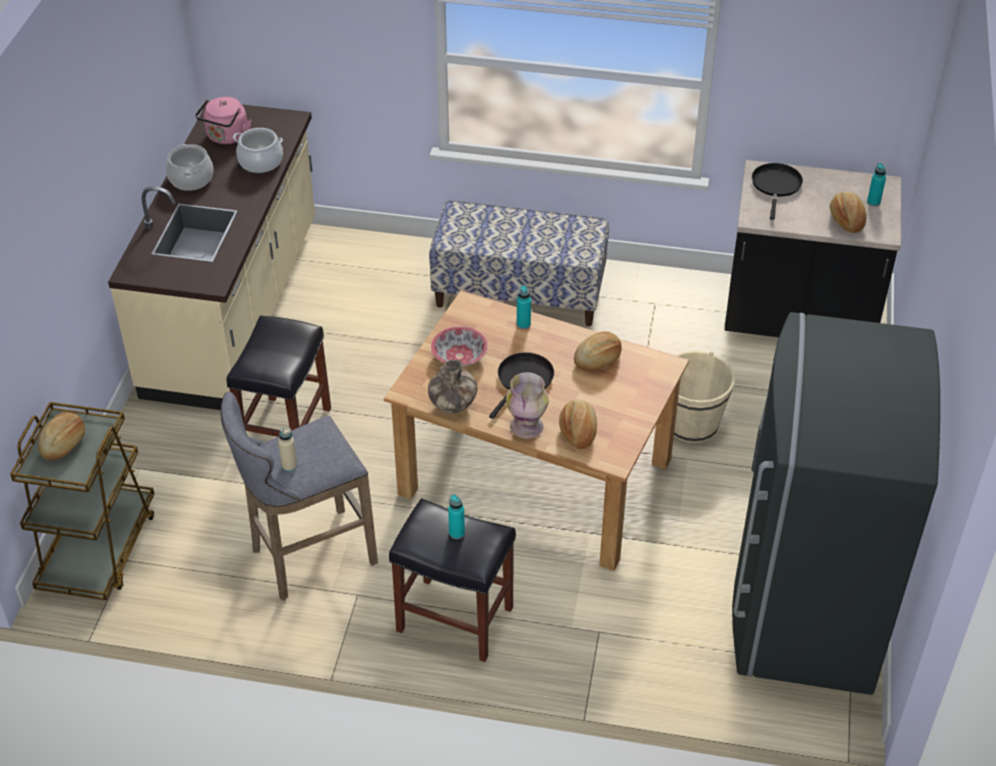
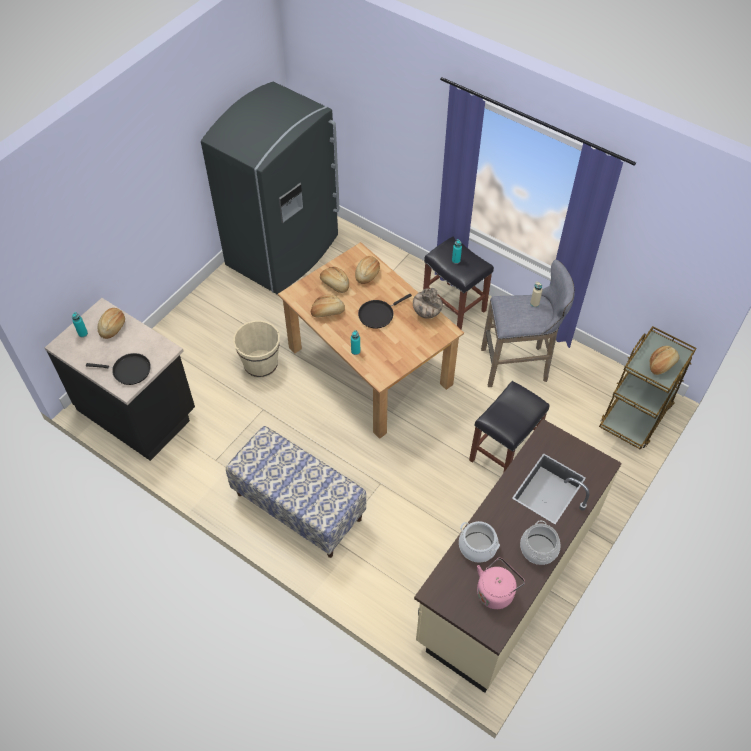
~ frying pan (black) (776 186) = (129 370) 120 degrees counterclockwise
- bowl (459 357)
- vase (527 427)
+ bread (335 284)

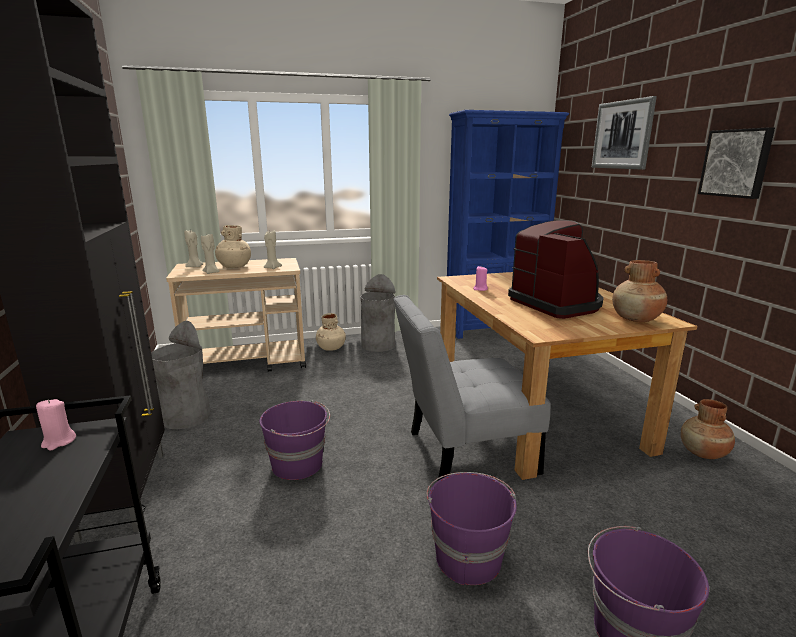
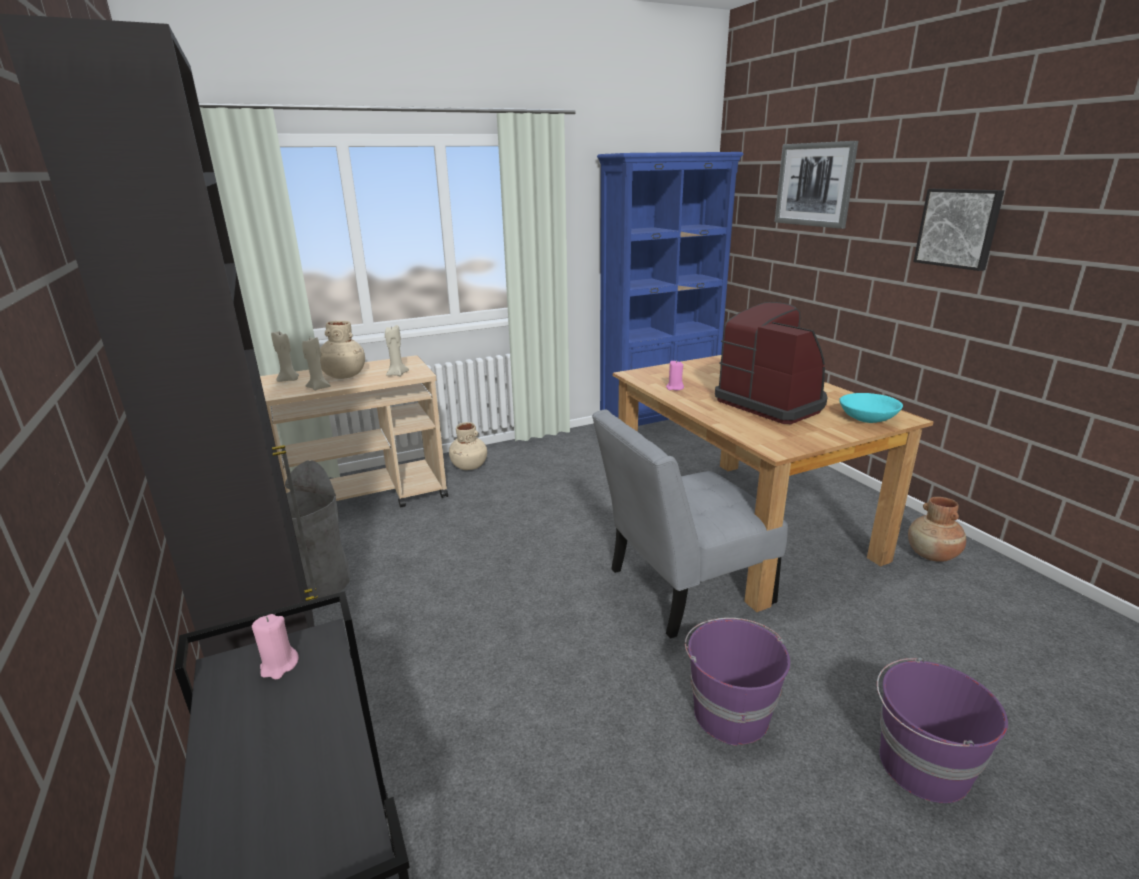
~ vase (brown) (636 319) to bowl (turquoise) (867 418)
- trash can (grey) (378 345)
- bucket (purple) (298 464)

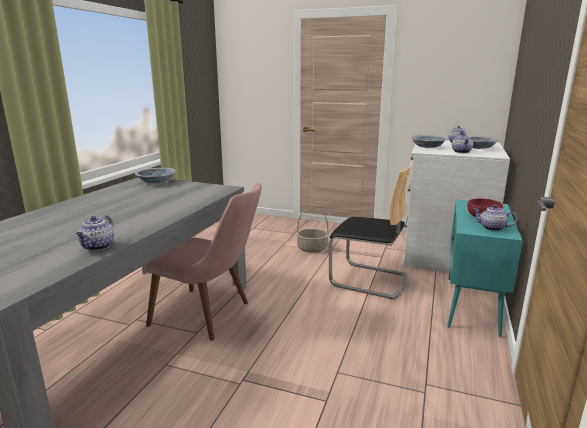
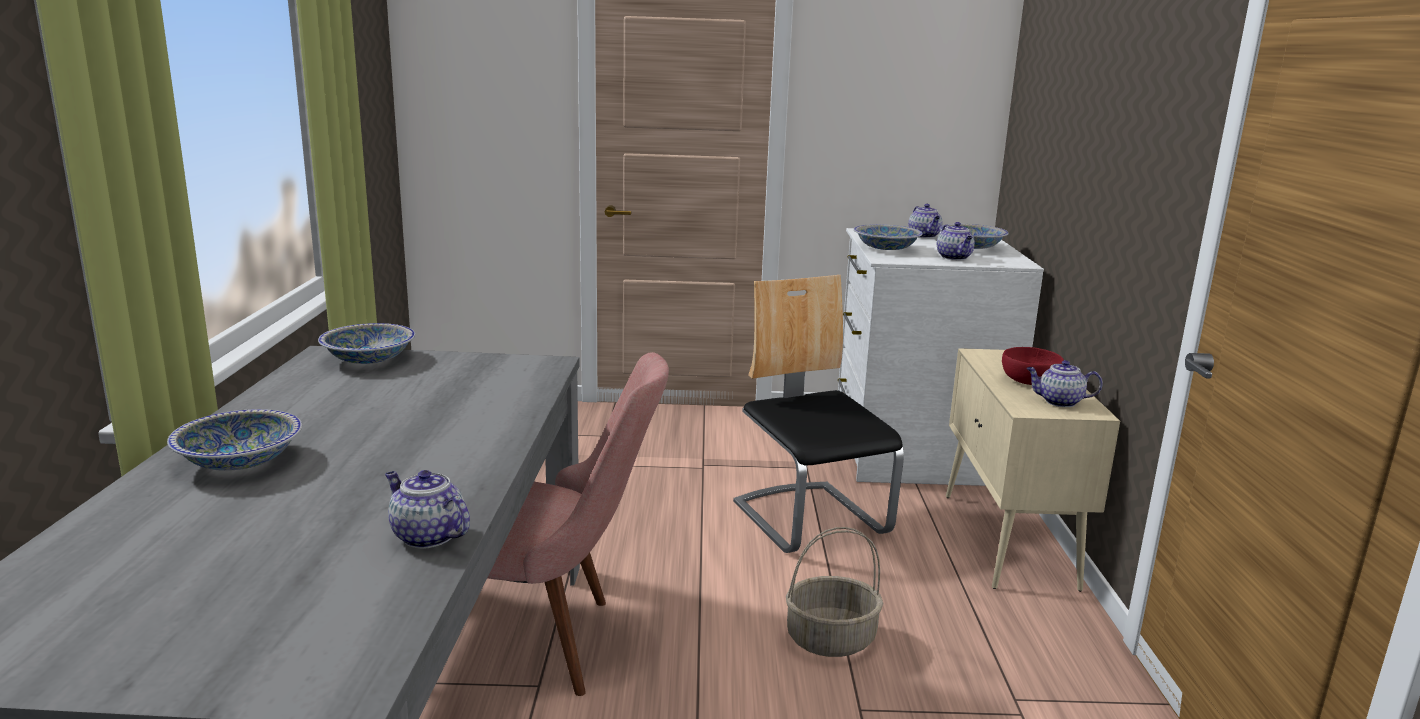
~ chair (369 280) = (811 518) 120 degrees counterclockwise
~ cabinet (turquoise) (471 305) to cabinet (beige) (1008 541)
~ basket (312 248) to (831 638)
~ teapot (98 246) = (426 536) 135 degrees clockwise
+ bowl (240 461)

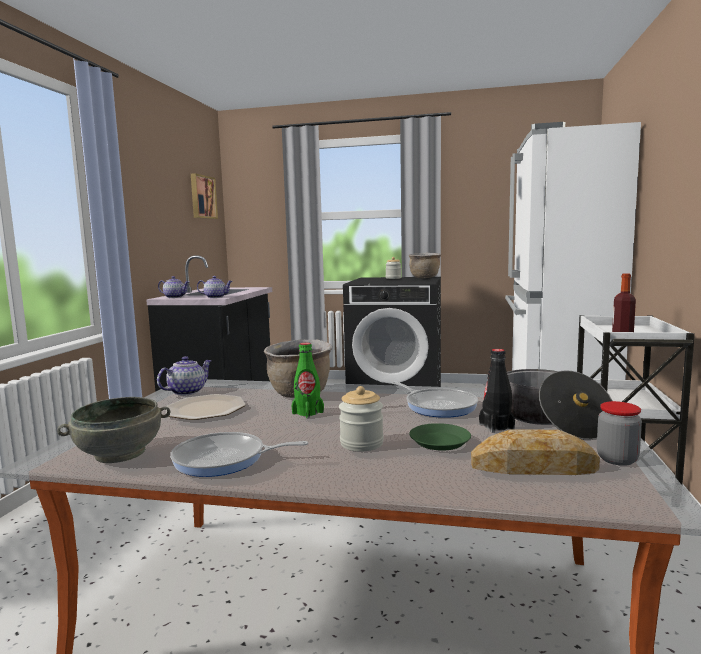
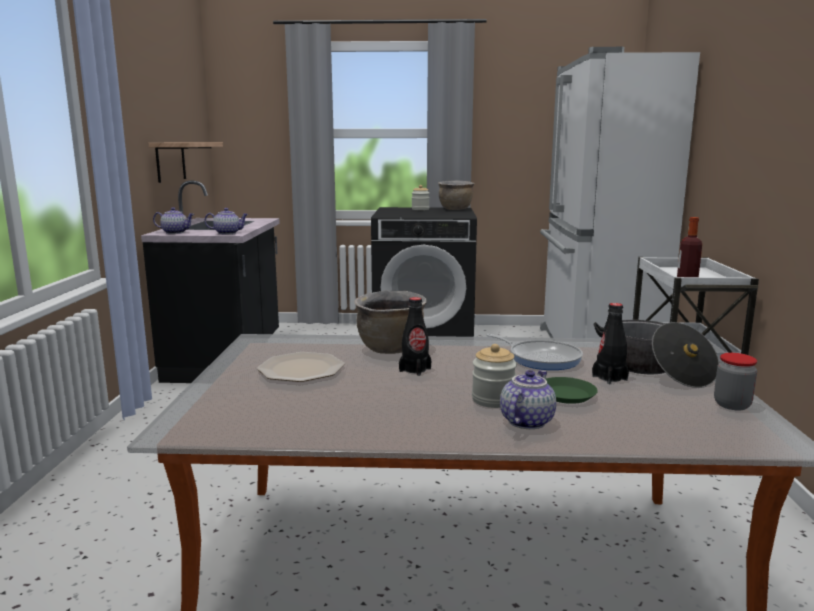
- picture (202 197)
~ bottle (green) (308 413) to bottle (black) (415 370)
~ teapot (187 392) to (525 421)
- bowl (grey) (120 453)
- bread (533 466)
- frying pan (224 460)
+ shelf (170 161)

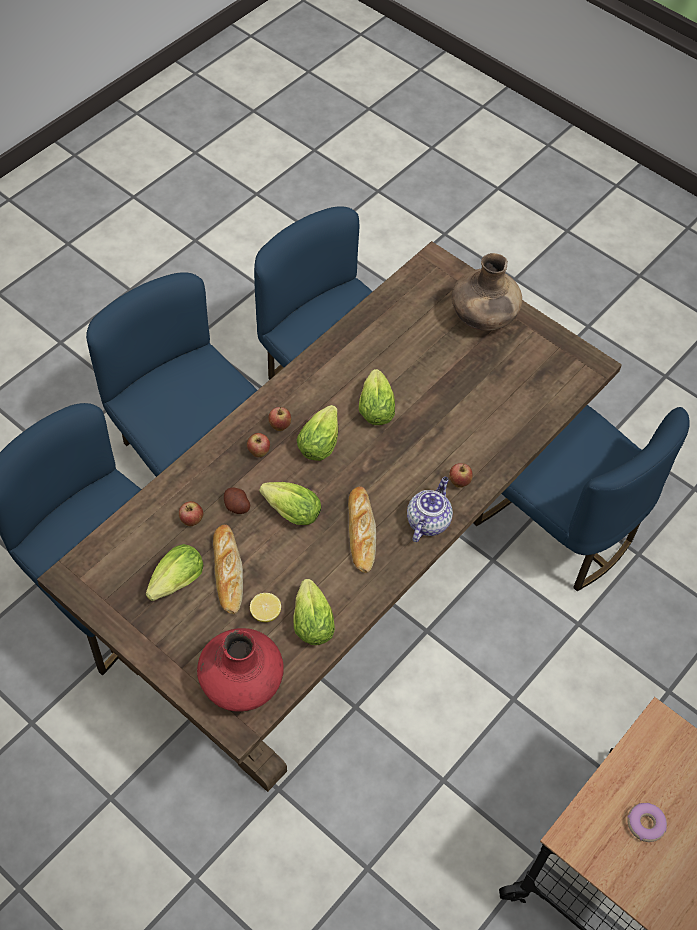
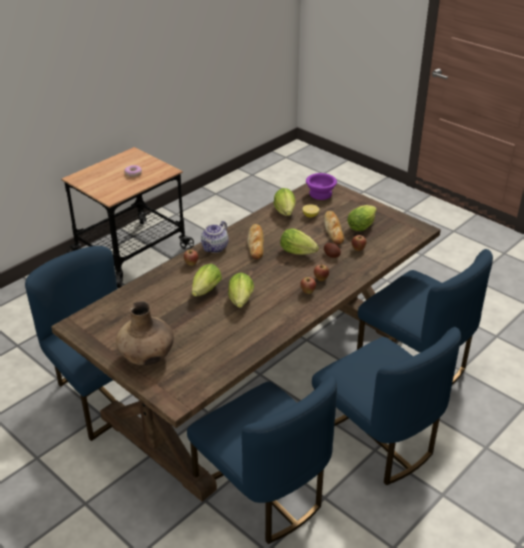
~ lettuce (320 441) to (205 292)
~ vase (red) (241 683) to bowl (purple) (320 194)

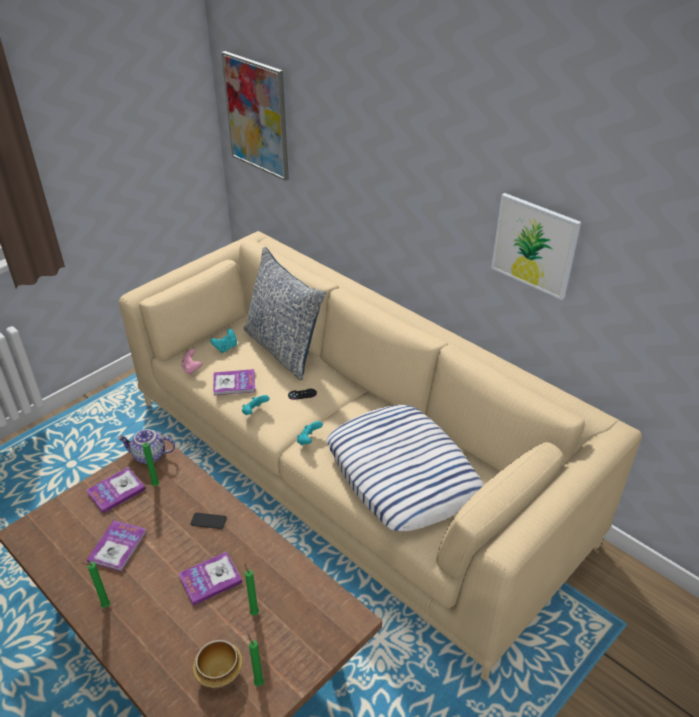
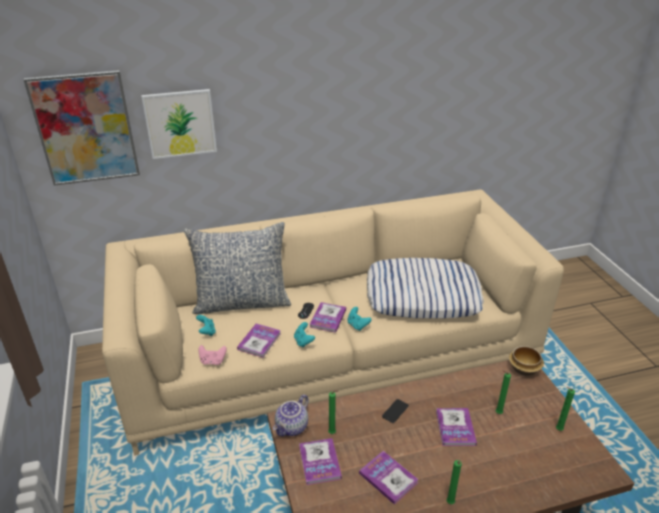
~ picture (534 245) to (180 123)
~ bowl (219 674) to (524 370)
+ book (328 318)

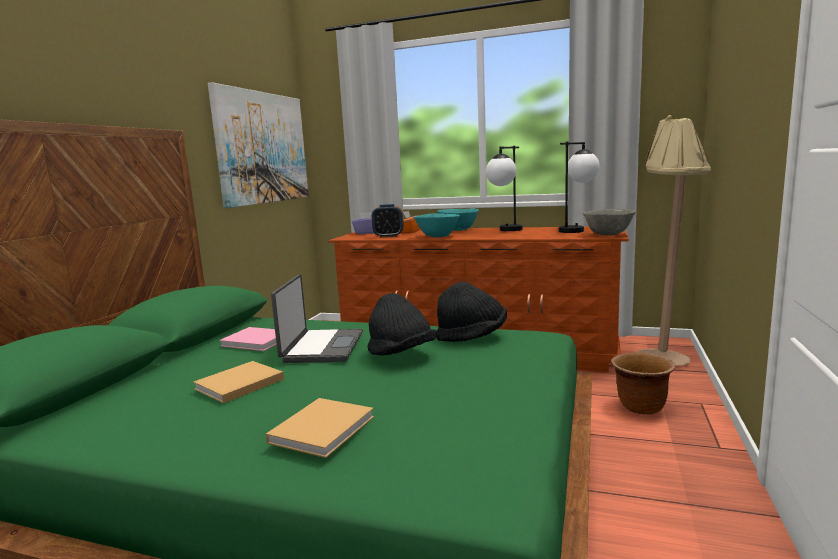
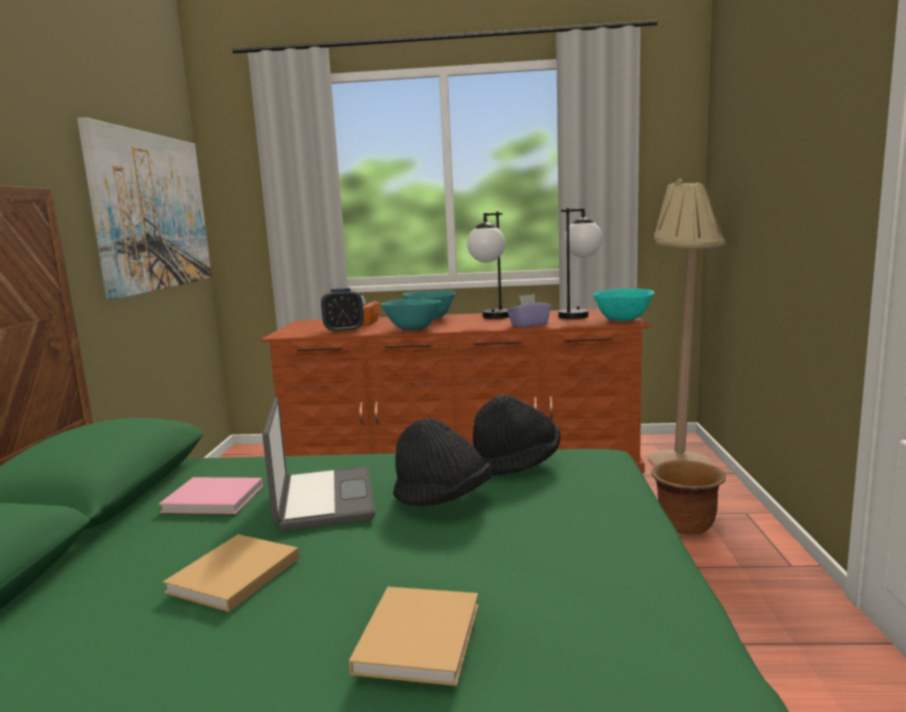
~ bowl (grey) (608 235) to bowl (turquoise) (623 320)
~ tissue box (purple) (366 233) to (529 325)

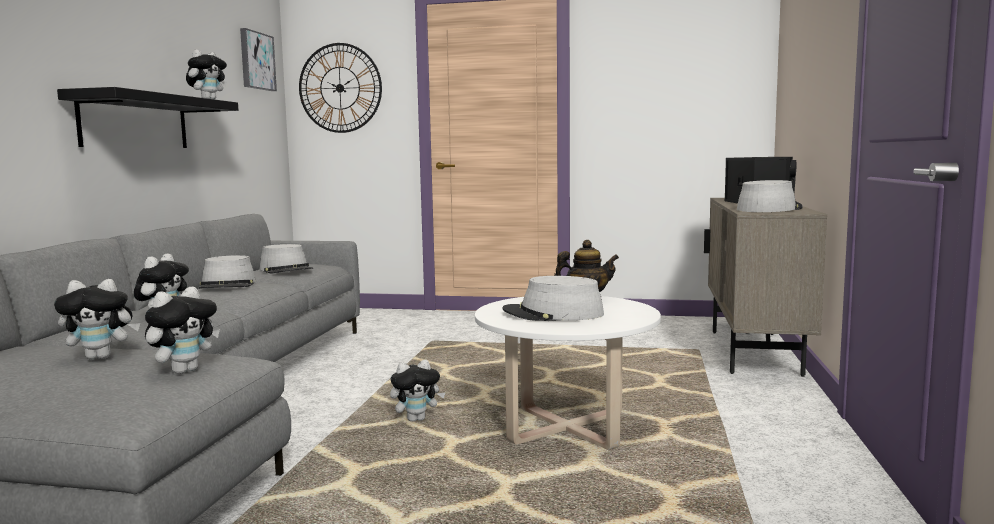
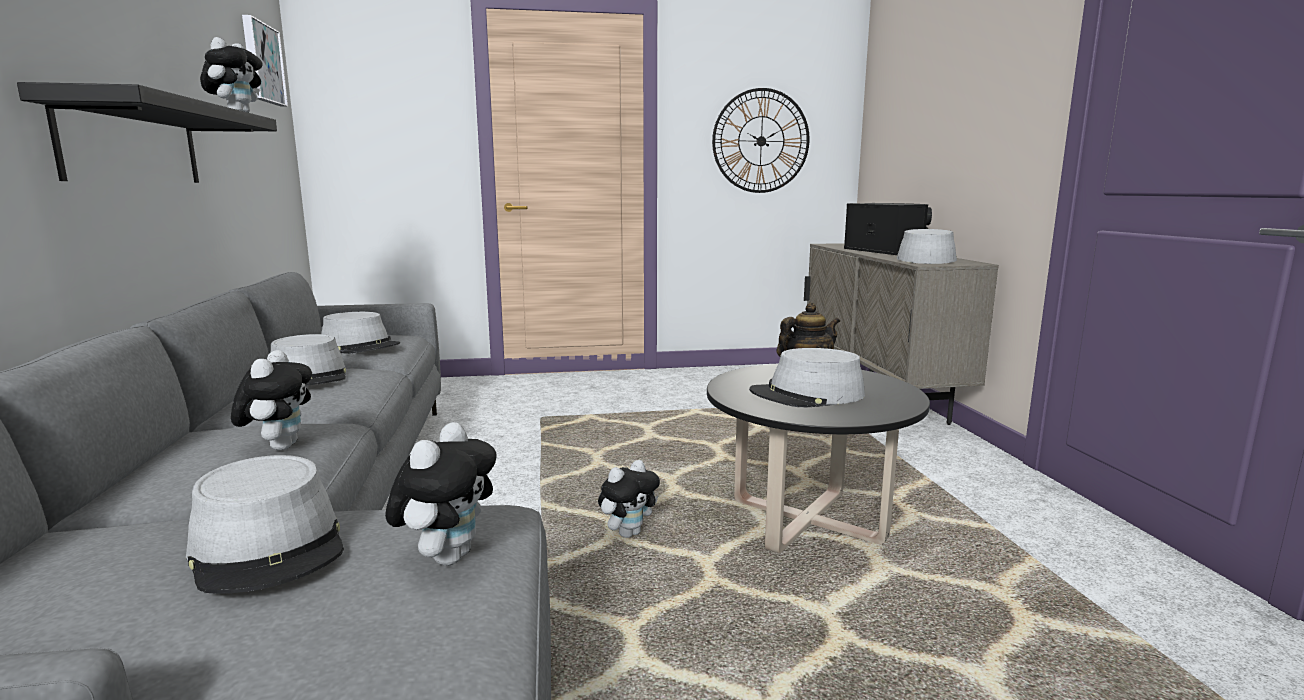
~ wall clock (340 88) to (761 141)
~ plush toy (102 357) to hat (grey) (269 547)
~ coffee table (white) (566 429) to coffee table (black) (807 521)

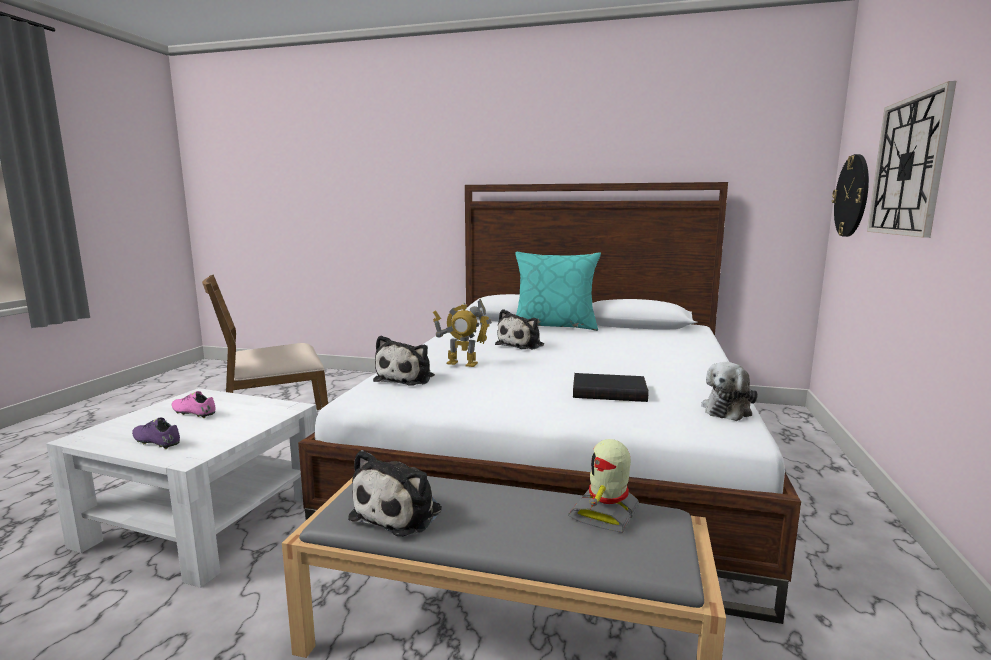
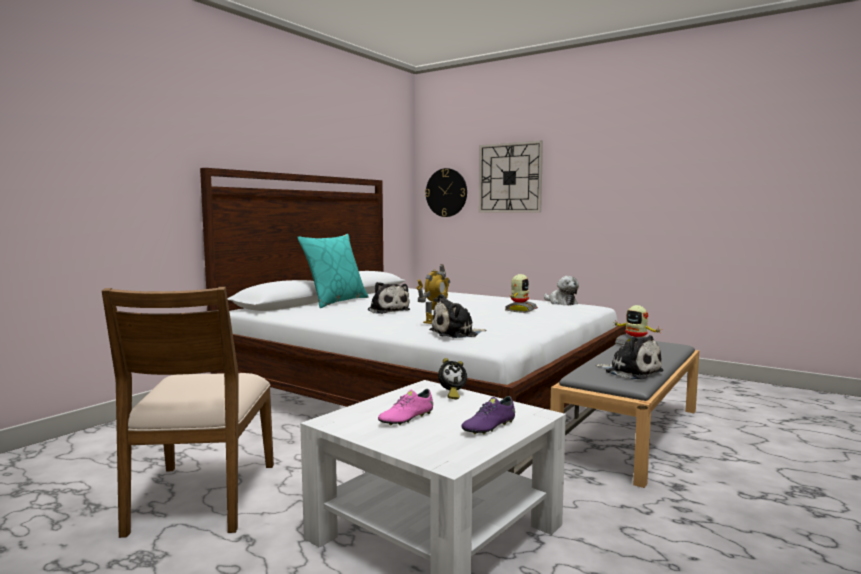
~ plush toy (407 378) = (456 333) 120 degrees clockwise
~ book (black) (609 391) to toy robot (520 310)
+ alarm clock (451 395)

